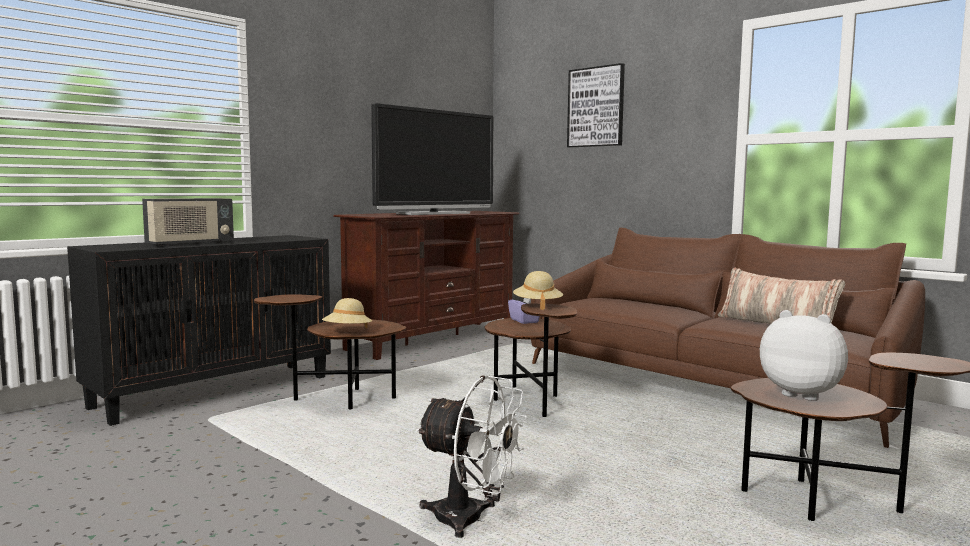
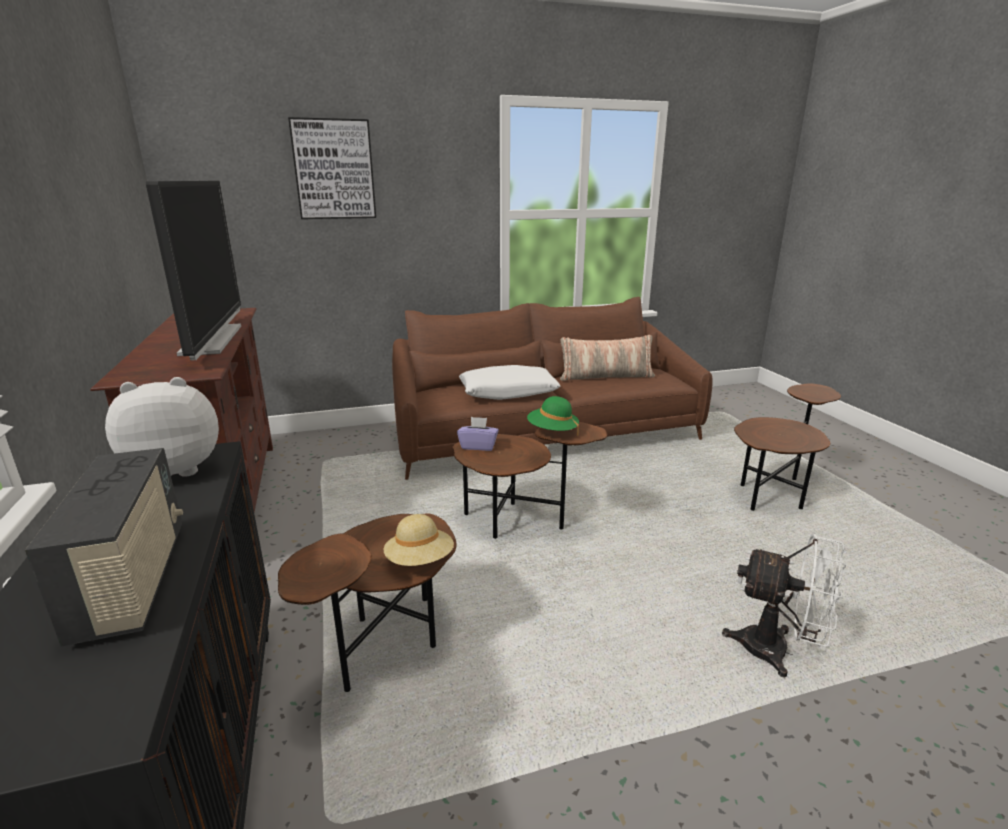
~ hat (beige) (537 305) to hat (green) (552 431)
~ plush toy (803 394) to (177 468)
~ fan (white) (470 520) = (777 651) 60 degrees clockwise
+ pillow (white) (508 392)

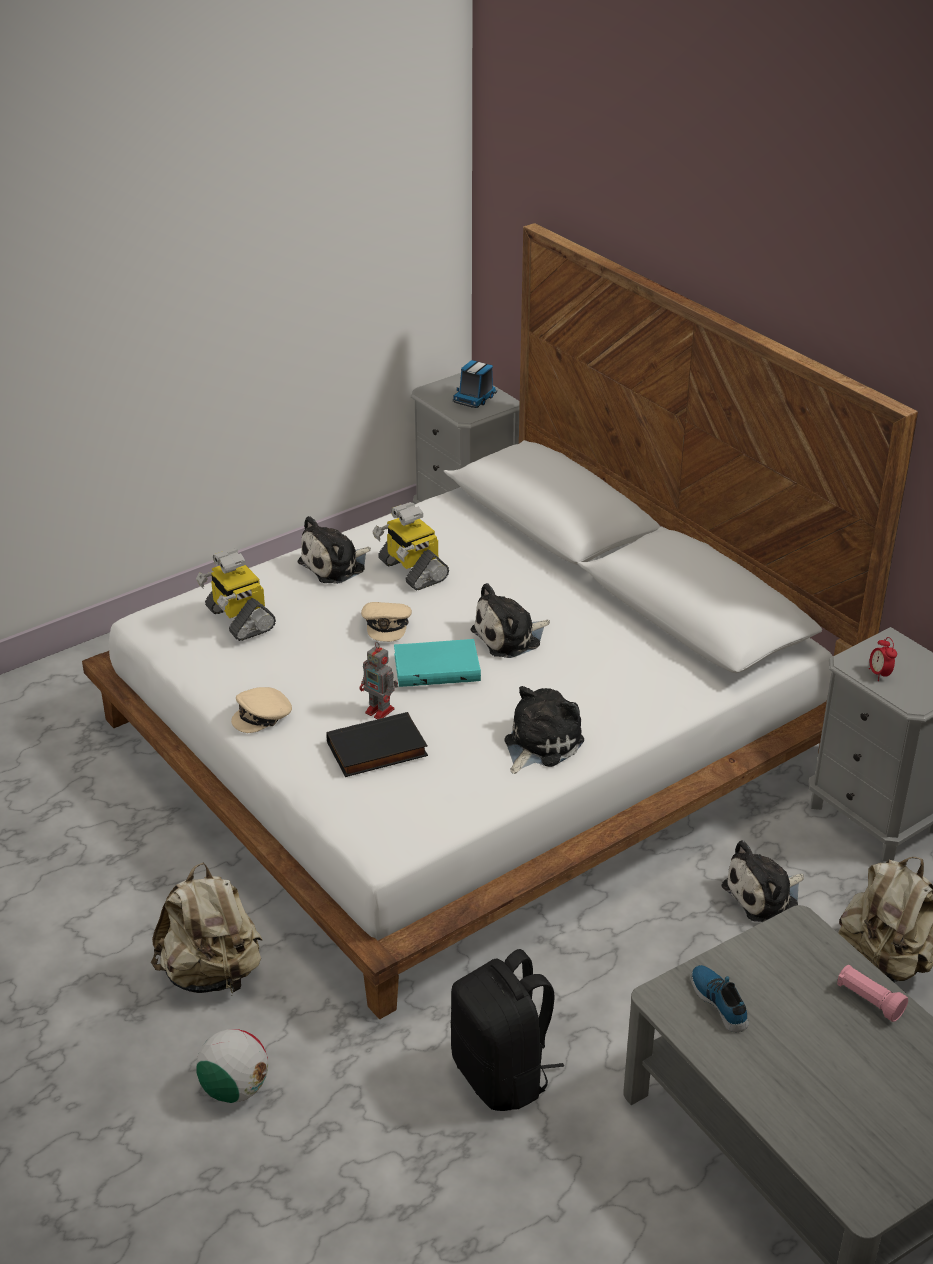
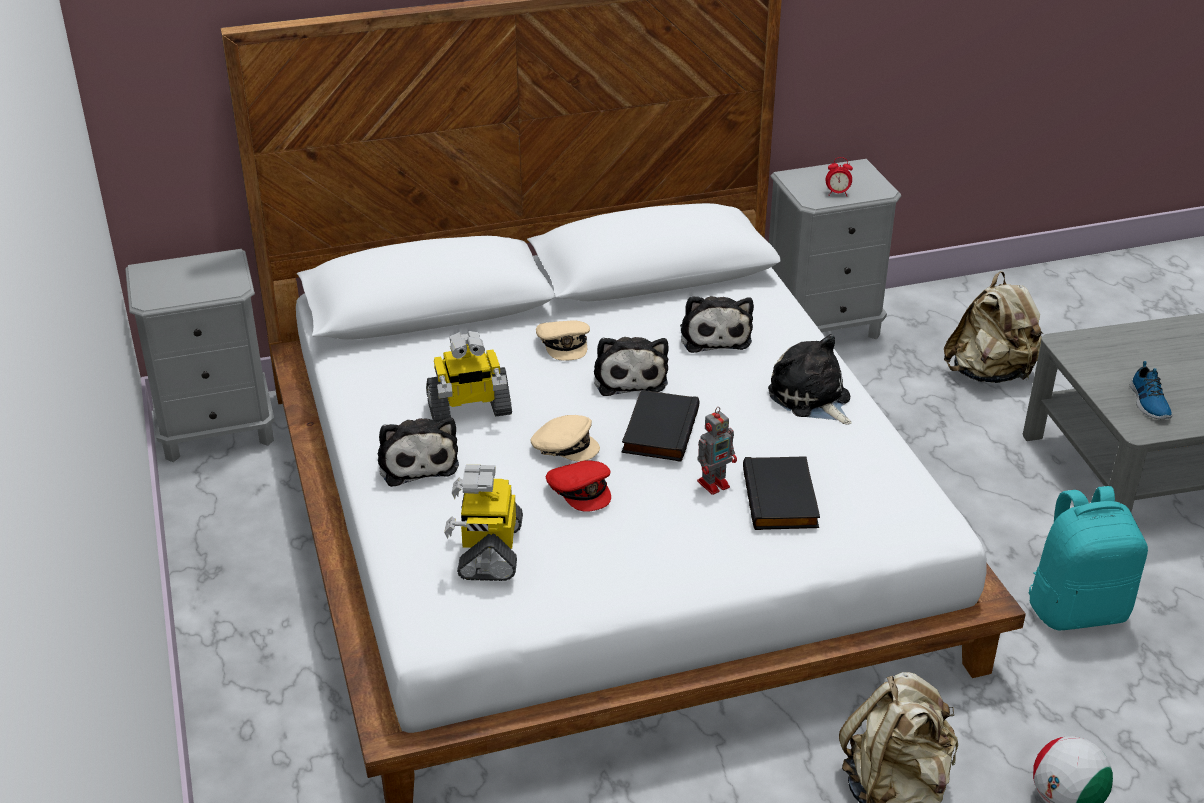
- toy truck (475 398)
~ toy robot (238 619) = (489 550) 105 degrees clockwise
~ book (turquoise) (437 666) to book (black) (658 430)
~ cap (beige) (263 716) to (564 344)
~ plush toy (764 895) to (714 335)
~ backpack (black) (503 1075) to backpack (turquoise) (1077 609)
~ shoe (720 1001) = (1148 402) 90 degrees counterclockwise
- flashlight (pink) (869 1000)
+ cap (red) (580 490)

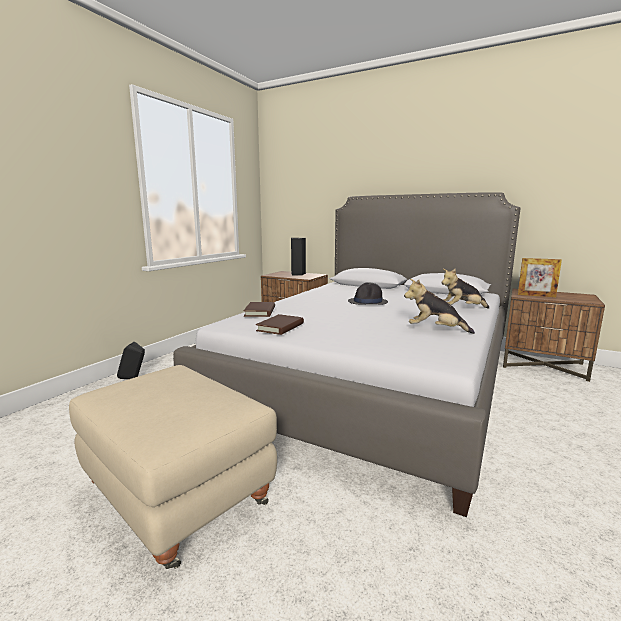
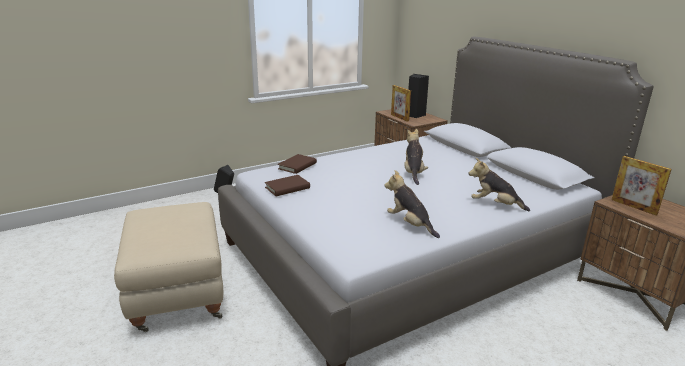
~ hat (black) (368 302) to plush toy (413 173)
+ picture frame (399 118)

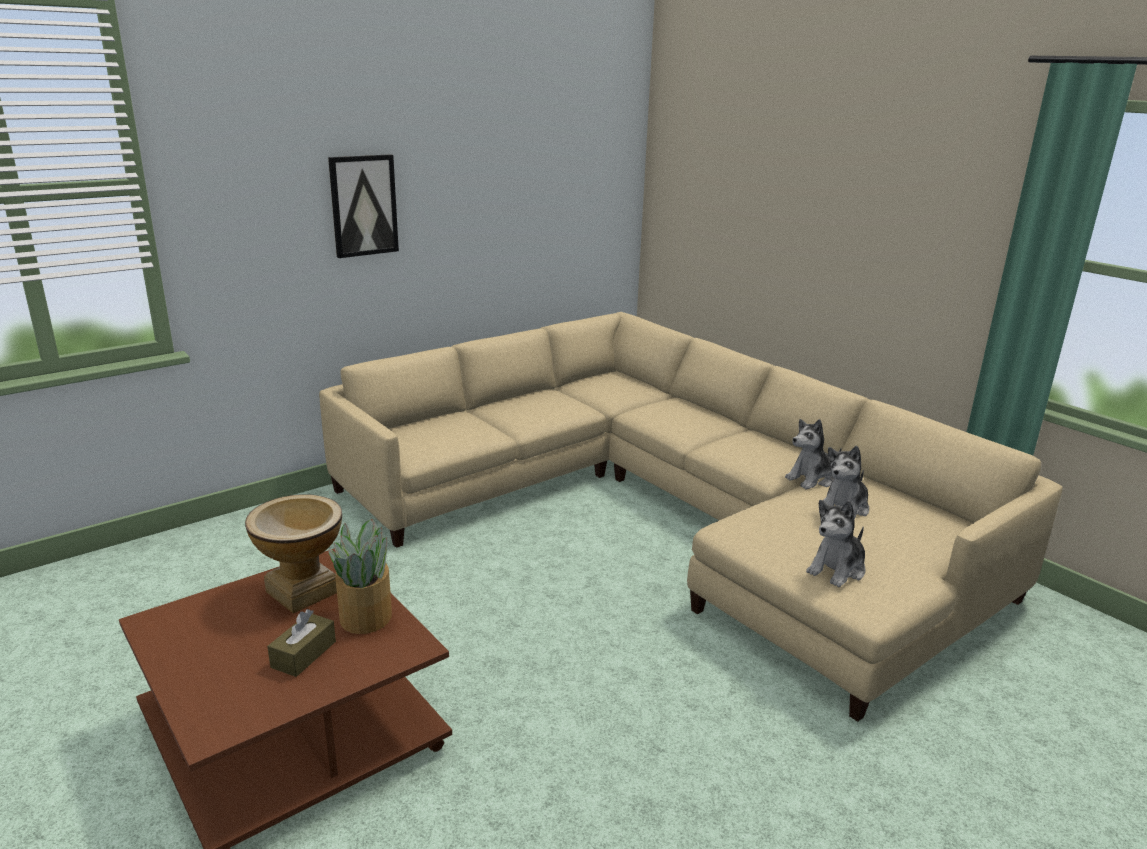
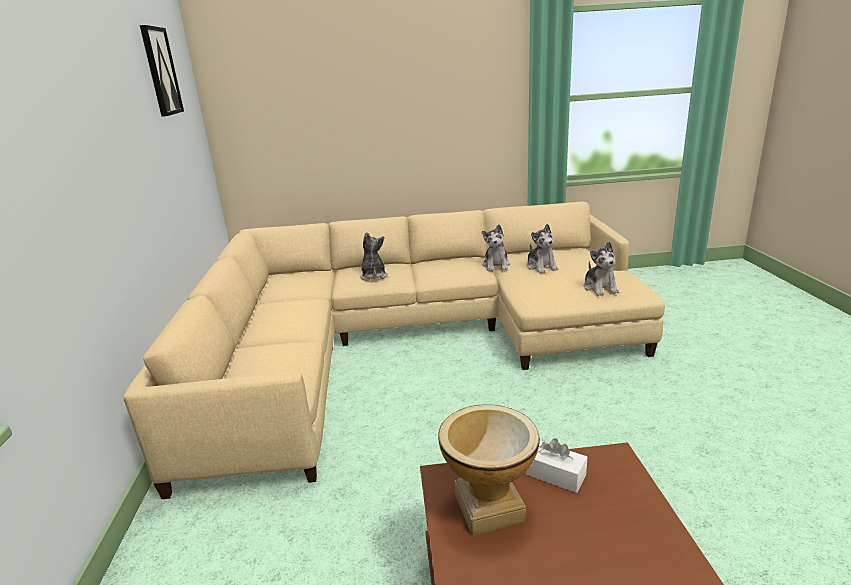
~ picture (363 205) to (160 71)
~ potted plant (366 615) to tissue box (white) (555 474)
- tissue box (brown) (303 654)
+ plush toy (373 276)

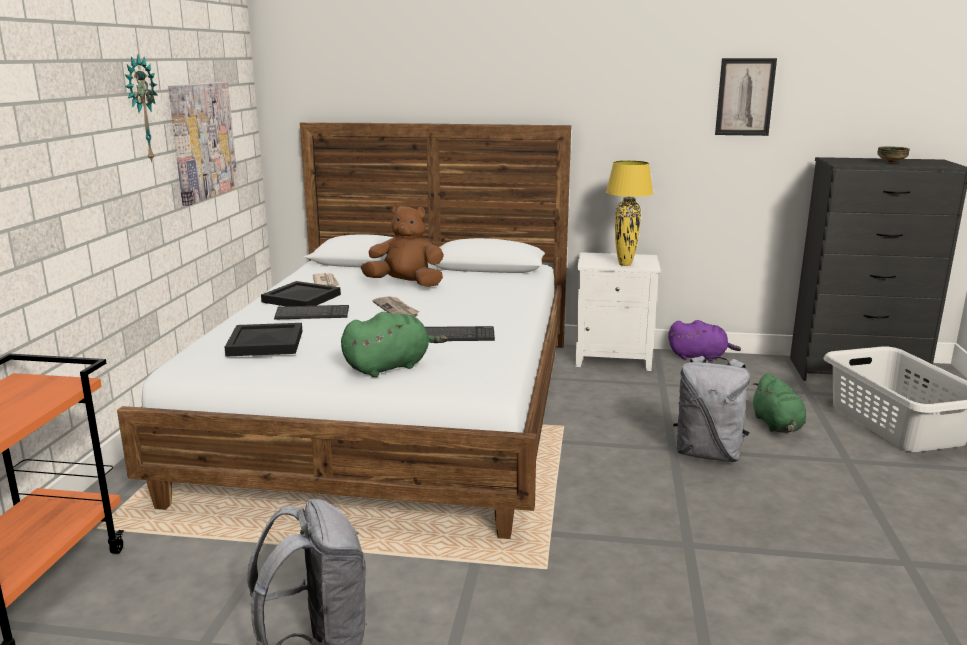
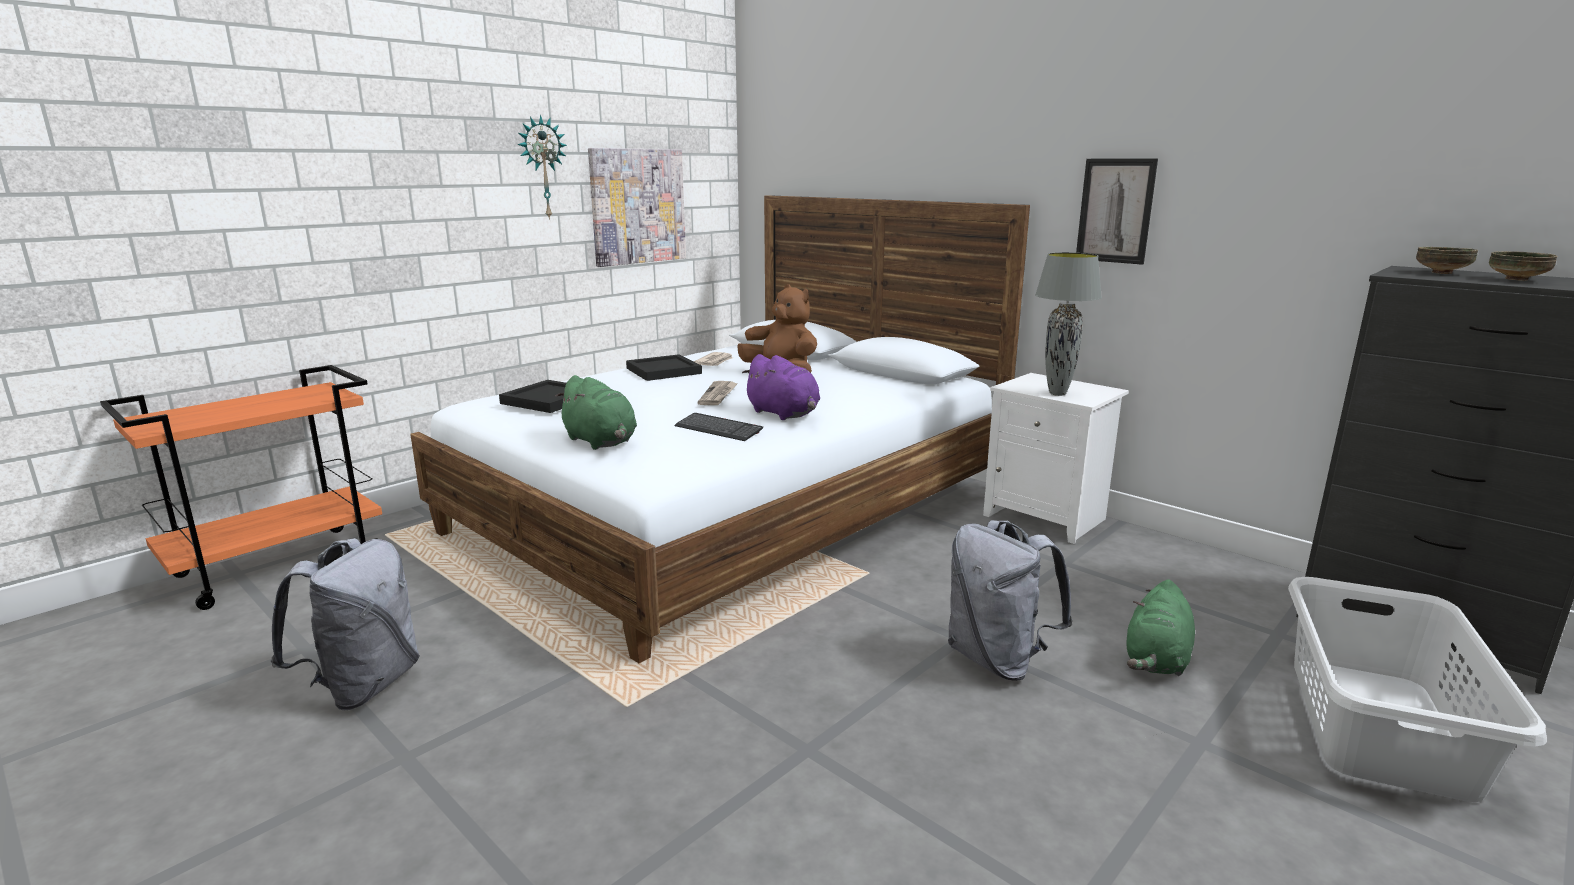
~ picture (745 97) to (1115 211)
~ table lamp (yellow) (625 264) to table lamp (grey) (1058 393)
- keyboard (312 314)
~ plush toy (green) (390 367) = (601 442) 45 degrees clockwise
~ plush toy (purple) (699 357) to (784 414)
+ bowl (1441 273)

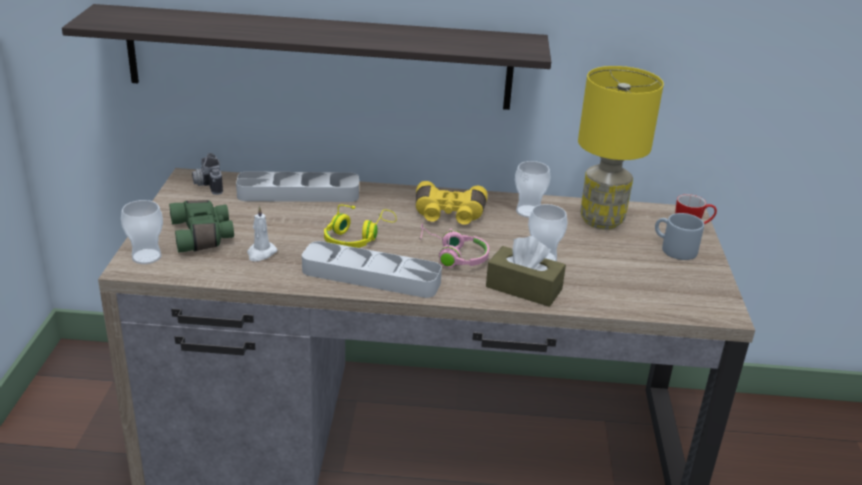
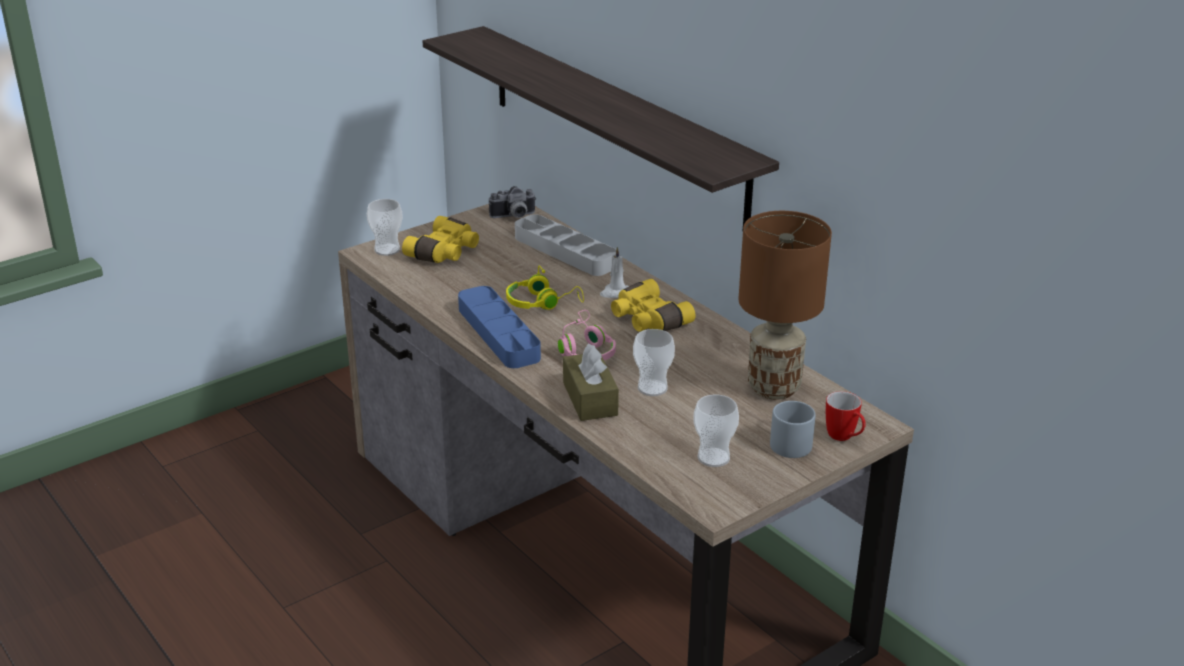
~ table lamp (yellow) (601 221) to table lamp (brown) (772 388)
~ photo camera (207 184) = (513 216) 135 degrees counterclockwise
~ cup (528 211) to (713 457)
~ binoculars (green) (203 235) to binoculars (yellow) (445 252)
~ candle (white) (261 253) to (615 293)
~ tray (grey) (371 276) to tray (blue) (498 333)

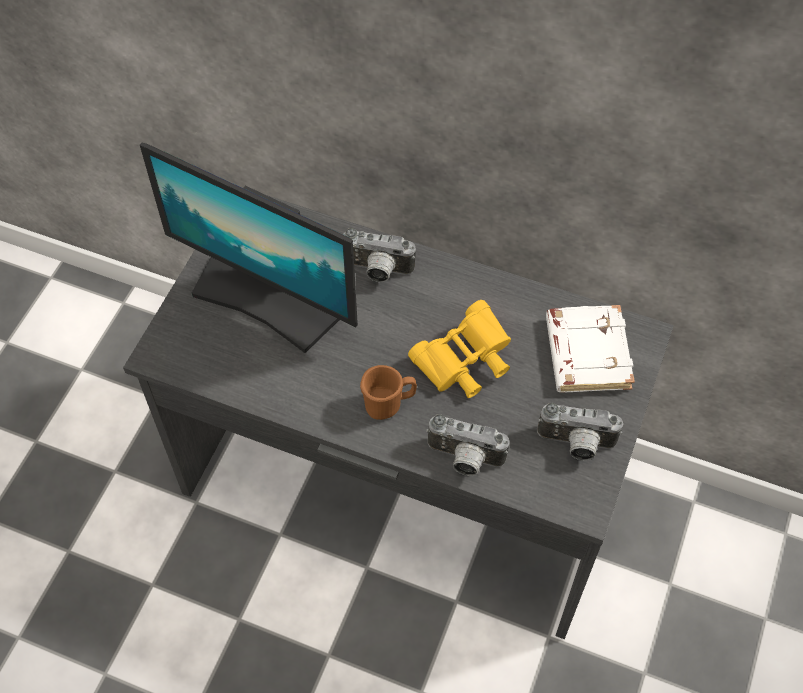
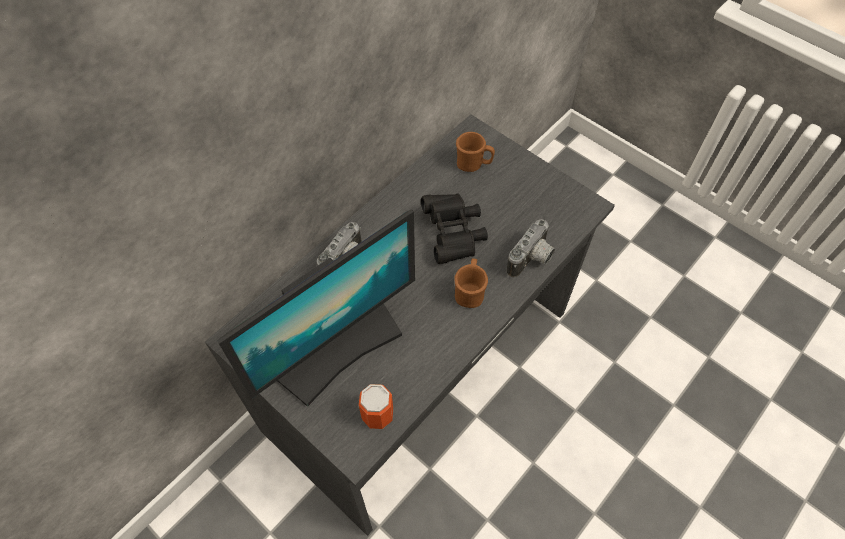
~ binoculars (yellow) (464 363) to binoculars (black) (453 235)
~ book (white) (586 352) to mug (brown) (473 164)
- photo camera (575 445)
+ can (377 415)

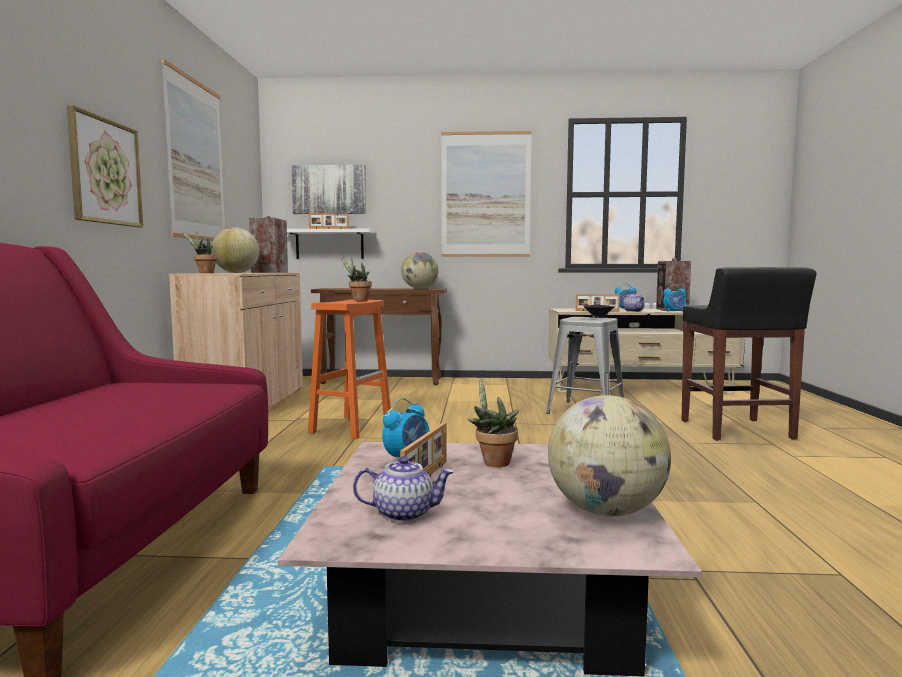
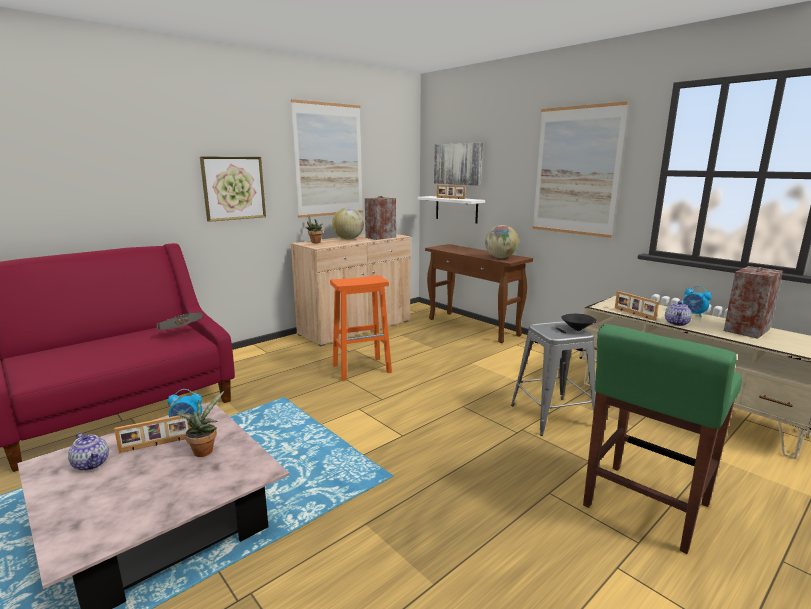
- potted plant (358 300)
~ stool (black) (736 430) to stool (green) (644 506)
- alarm clock (674 311)
- globe (606 511)
+ newspaper (181 333)

